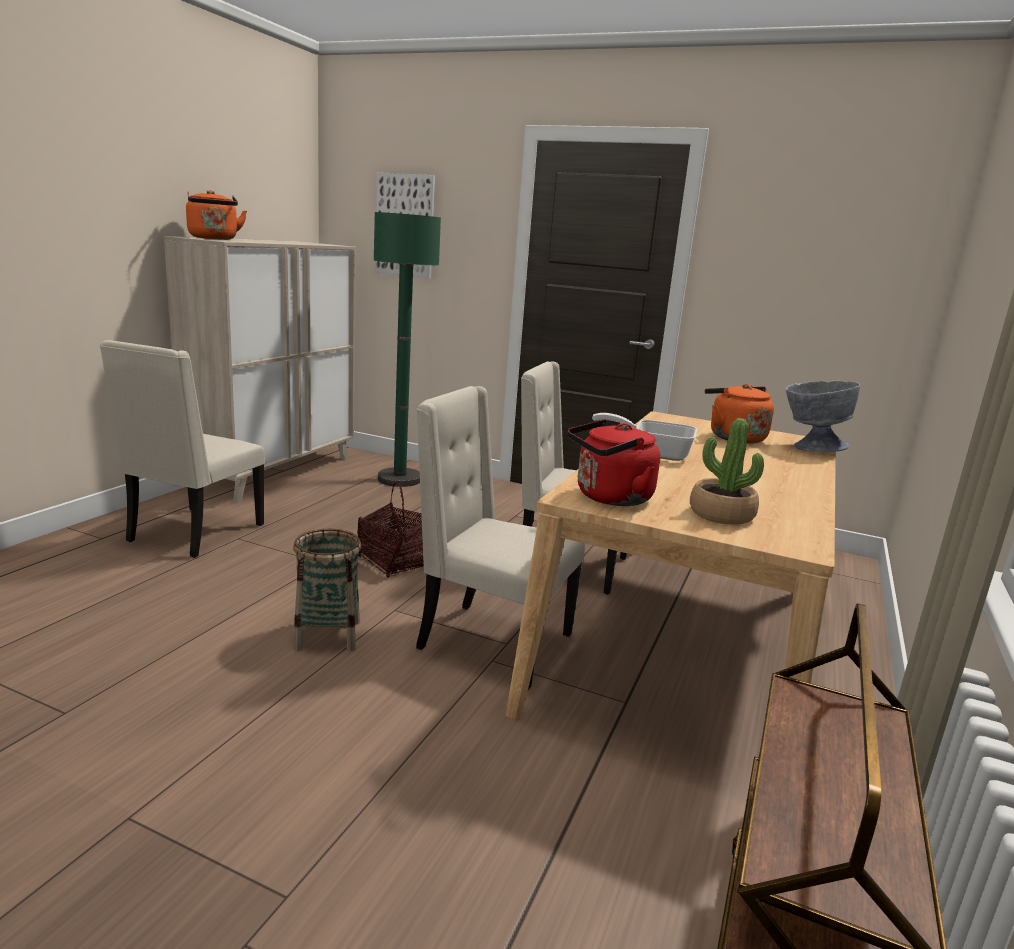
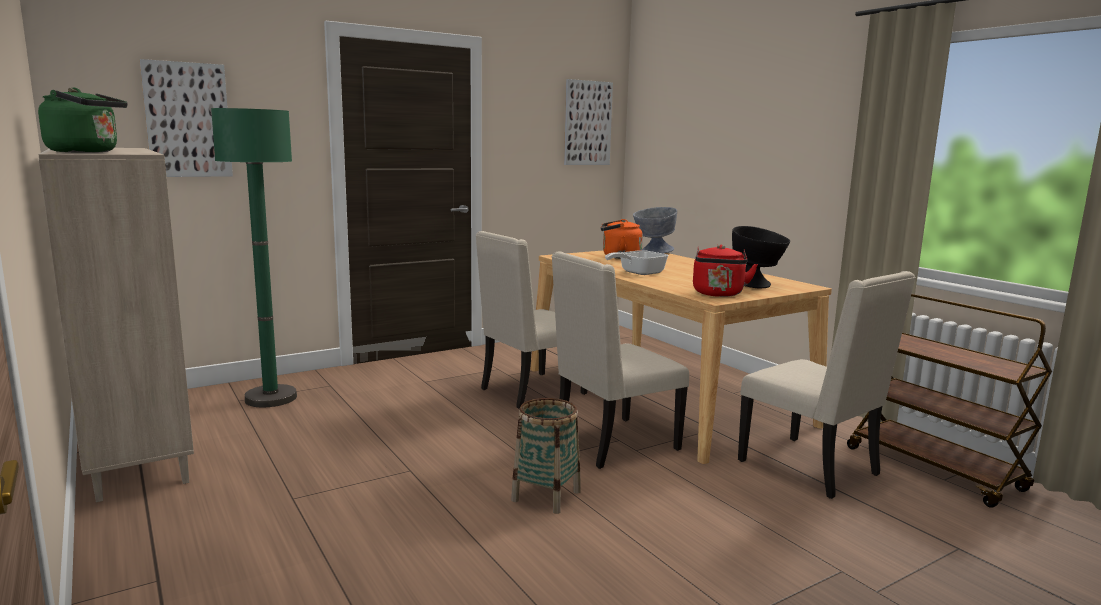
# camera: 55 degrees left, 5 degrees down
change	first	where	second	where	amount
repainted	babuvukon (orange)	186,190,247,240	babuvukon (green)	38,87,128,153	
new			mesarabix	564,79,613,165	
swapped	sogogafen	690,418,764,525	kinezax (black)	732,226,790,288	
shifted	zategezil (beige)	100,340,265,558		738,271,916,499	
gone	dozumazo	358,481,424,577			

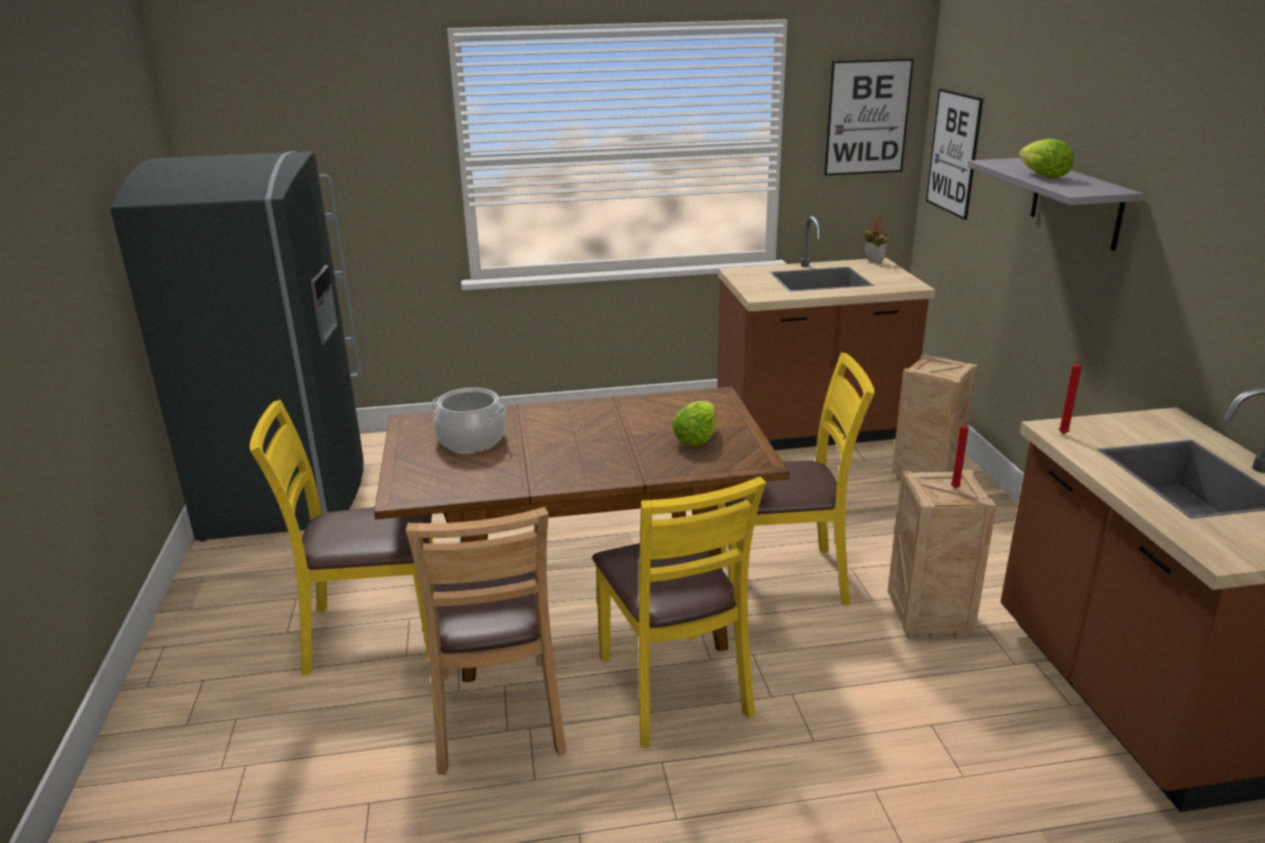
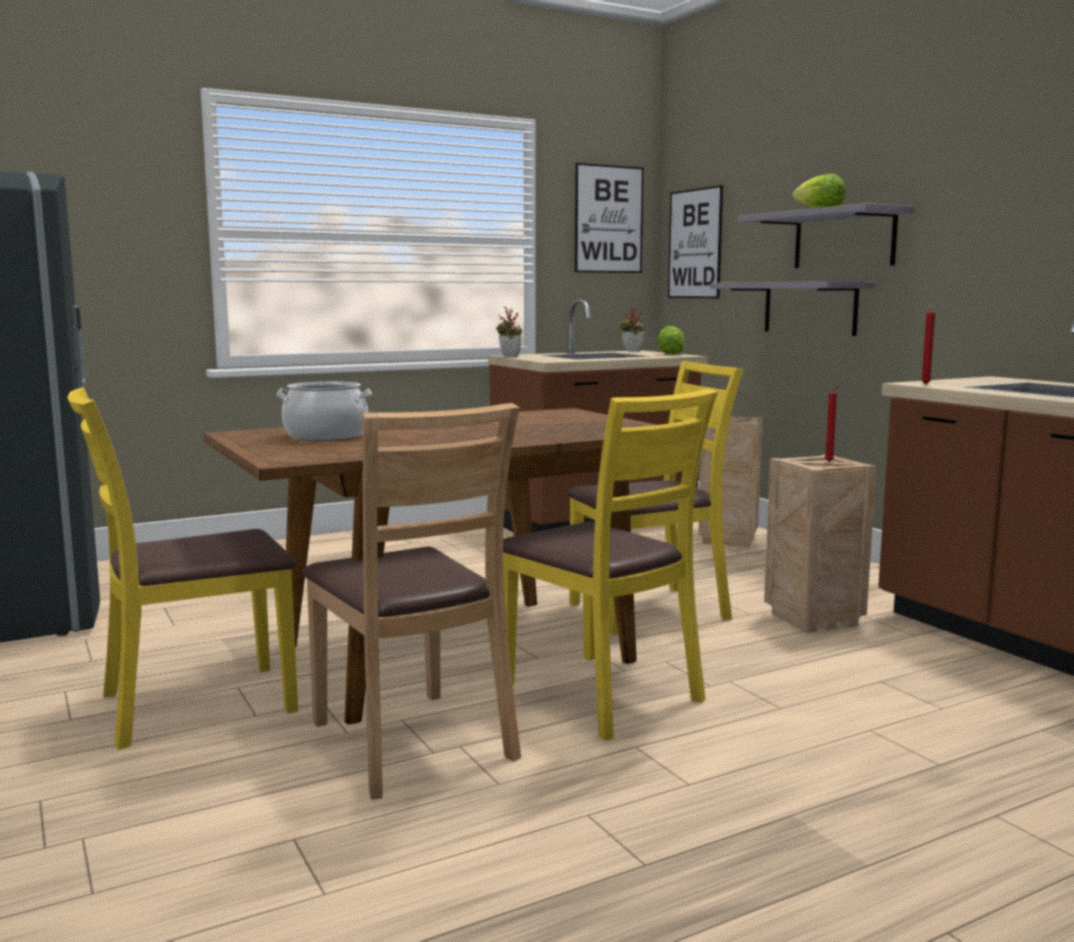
# camera: 20 degrees left, 15 degrees down
change	first	where	second	where	amount
new			sogogafen	496,307,522,357	
shifted	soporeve	672,401,716,446		657,326,685,355	
new			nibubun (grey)	710,281,875,336	

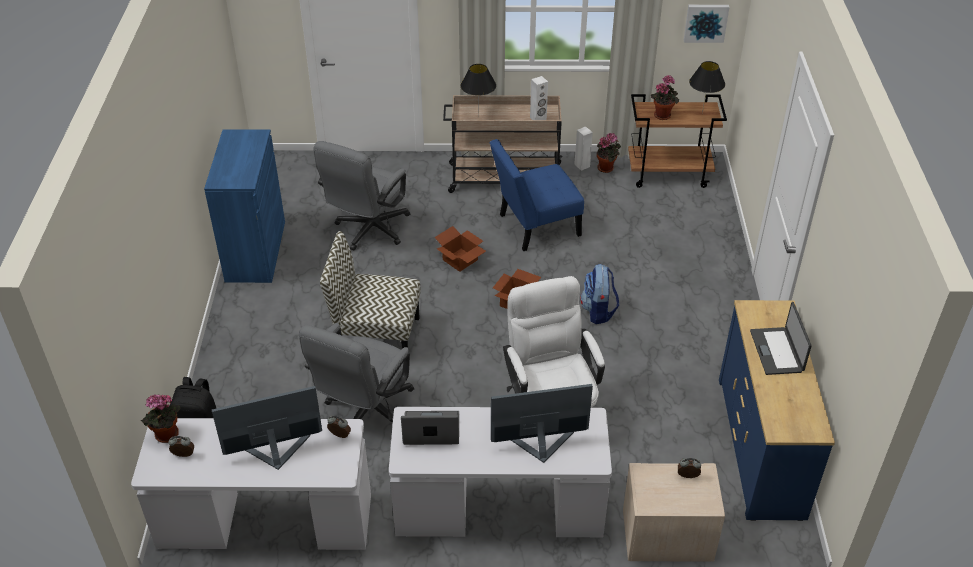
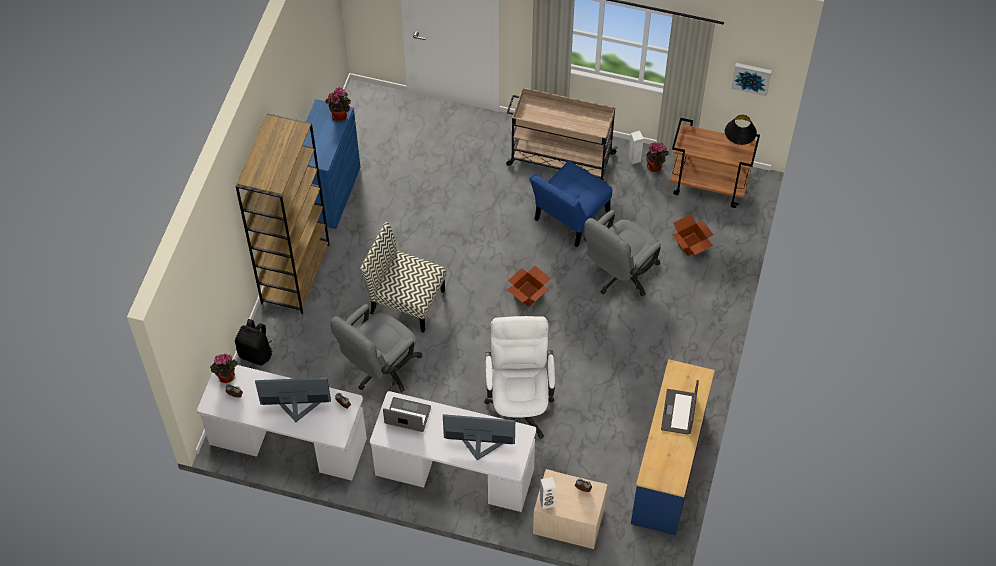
# camera: 15 degrees right, 15 degrees up
change	first	where	second	where	amount
new			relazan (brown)	236,113,330,314	
shifted	sogogafen	651,75,679,120		325,87,351,122	
rotated	zategezil (blue)	490,139,584,251		530,161,612,247	45 degrees counterclockwise
shifted	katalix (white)	530,76,548,120		540,477,556,509	
shifted	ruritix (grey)	314,141,410,251		584,210,661,296	
shifted	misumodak	434,226,486,272		672,215,713,256	
gone	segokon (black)	461,64,496,117			
gone	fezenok	580,264,619,324			

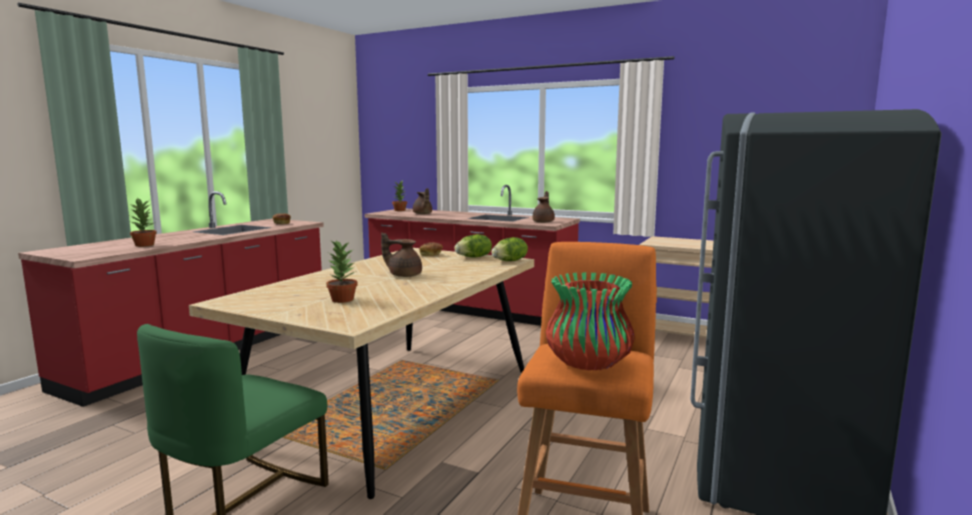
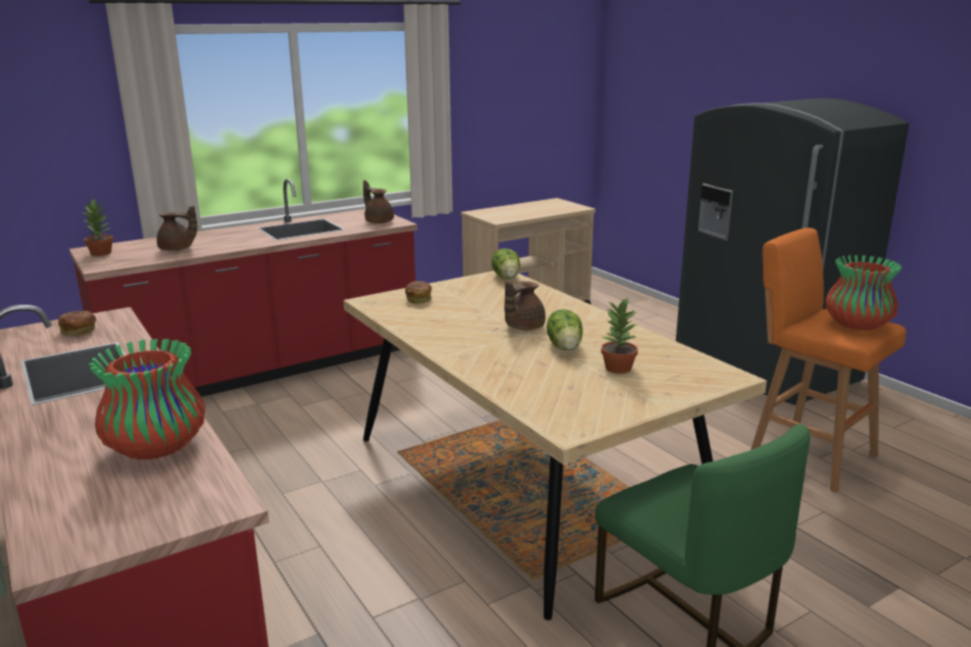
# camera: 60 degrees left, 10 degrees up
change	first	where	second	where	amount
swapped	sogogafen	130,198,157,247	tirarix	89,339,205,460	
shifted	soporeve	455,234,492,257		547,309,583,350	

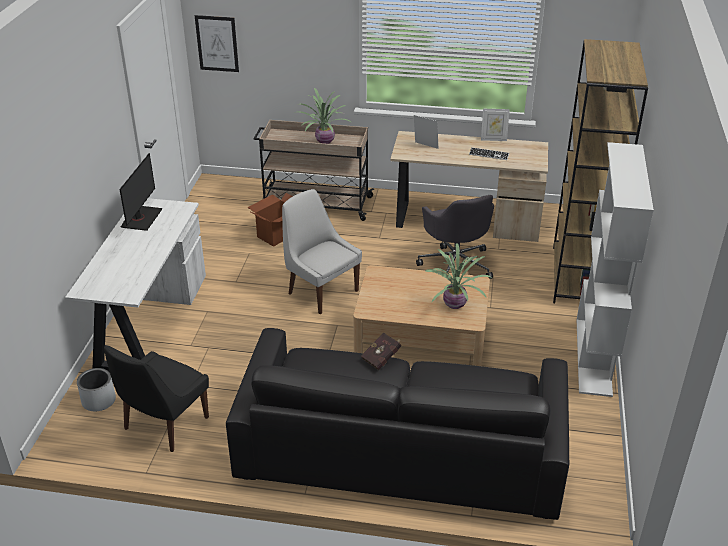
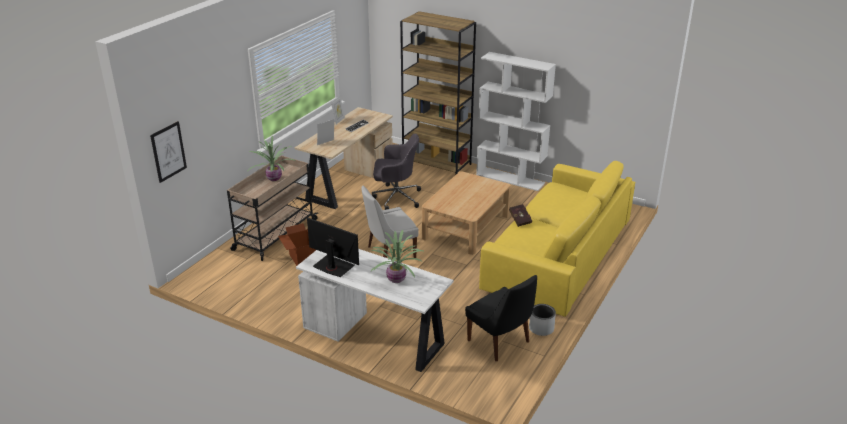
# camera: 70 degrees left, 5 degrees down
change	first	where	second	where	amount
shifted	sogogafen	425,244,492,309		370,230,425,283	
repainted	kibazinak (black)	226,328,569,520	kibazinak (yellow)	479,161,635,317	
shifted	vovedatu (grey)	77,368,116,411		529,304,556,336	

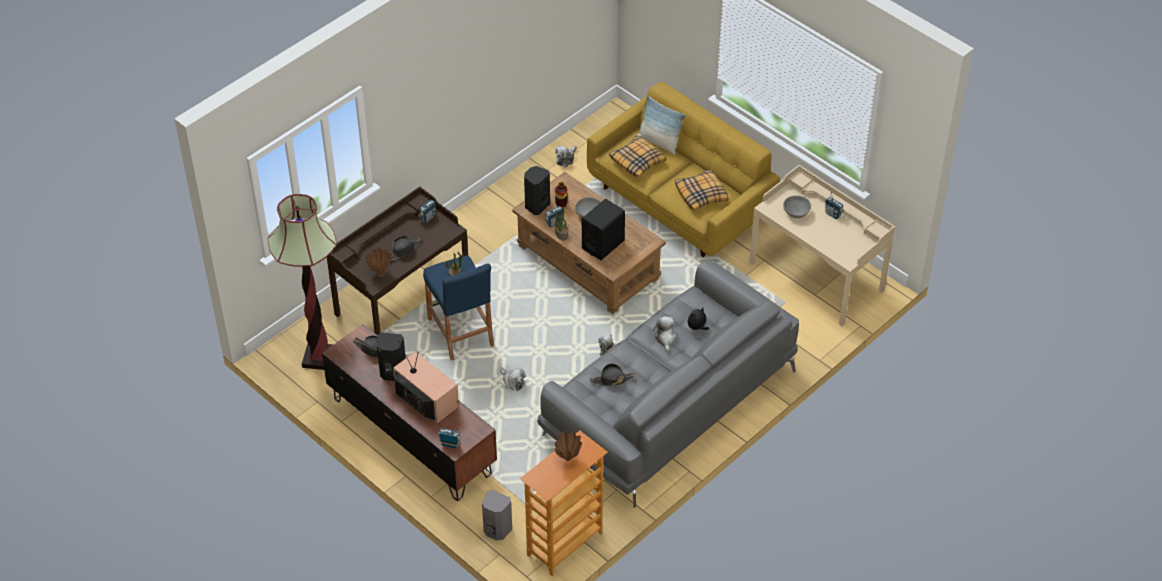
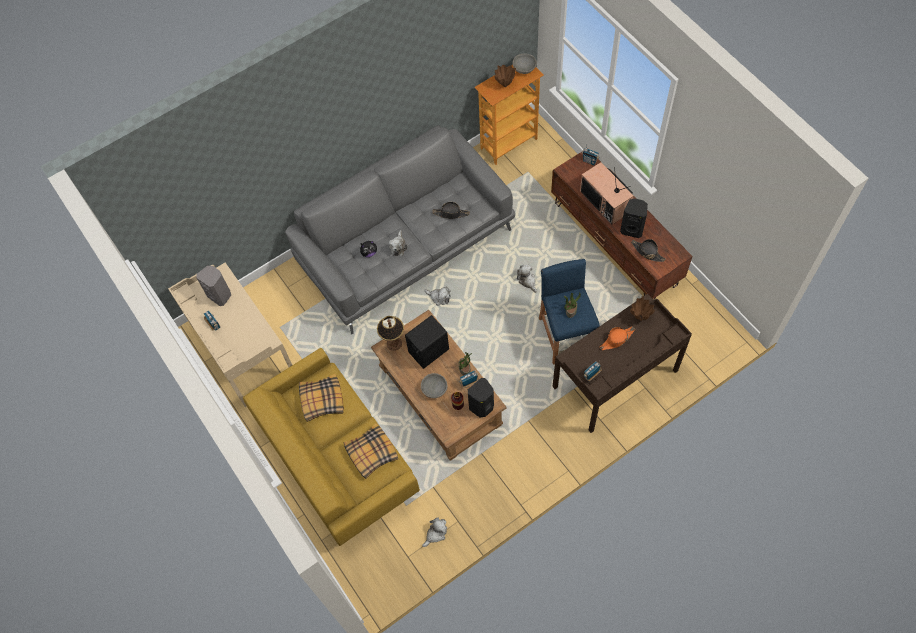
# camera: 165 degrees left, 15 degrees up
change	first	where	second	where	amount
shifted	katalix (grey)	482,490,512,540		196,266,231,306	
new			segokon	377,316,404,351	
shifted	kinezax (grey)	783,196,811,218		513,53,537,74	
repainted	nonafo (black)	391,236,422,260	nonafo (orange)	599,326,635,350	
gone	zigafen	268,194,337,370			
gone	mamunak	637,96,686,155			

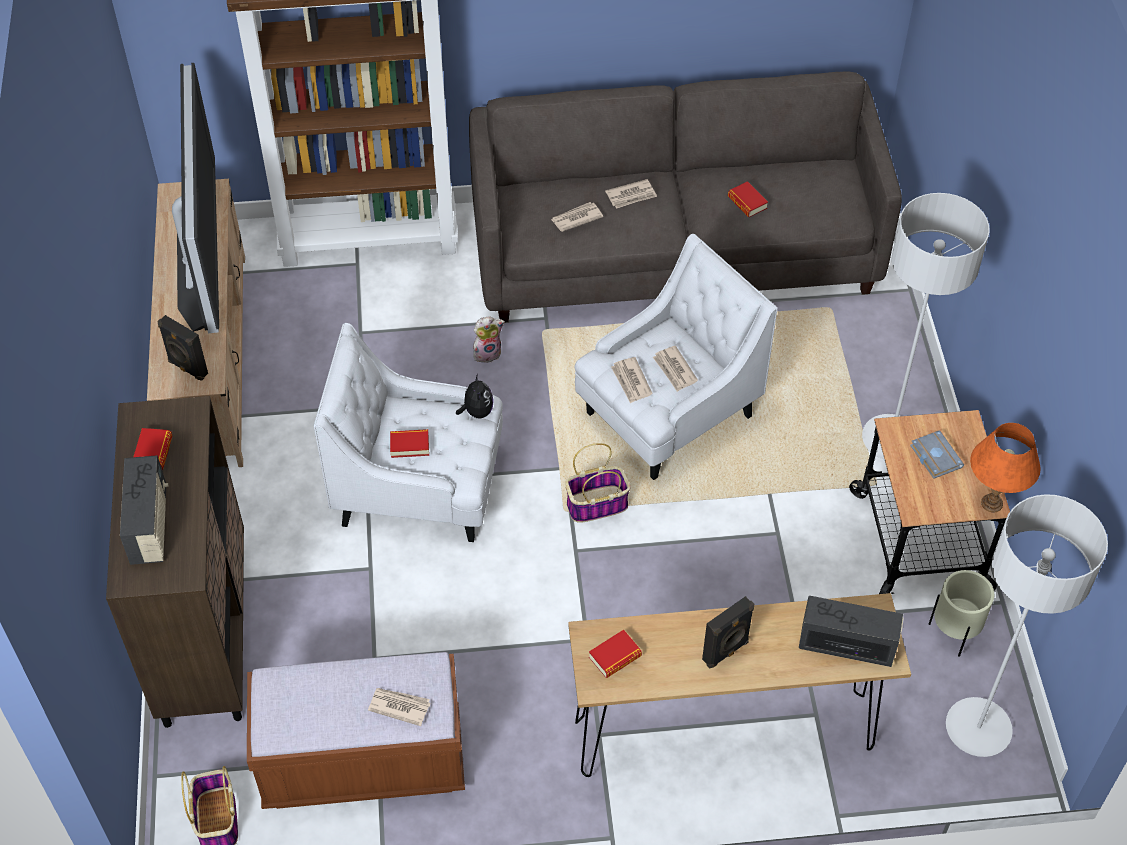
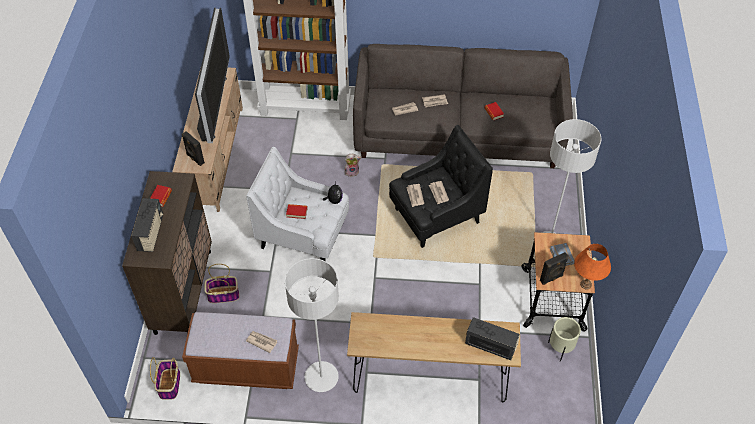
# camera: 10 degrees right, 0 degrees up
change	first	where	second	where	amount
shifted	dozumazo	565,443,631,523		204,264,239,303	
shifted	zigafen (grey)	946,494,1108,757		285,258,339,392	
repainted	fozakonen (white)	574,234,777,480	fozakonen (black)	389,125,493,248	
shifted	katalix (black)	702,596,754,668		540,252,569,285	
gone	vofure	589,630,642,678			

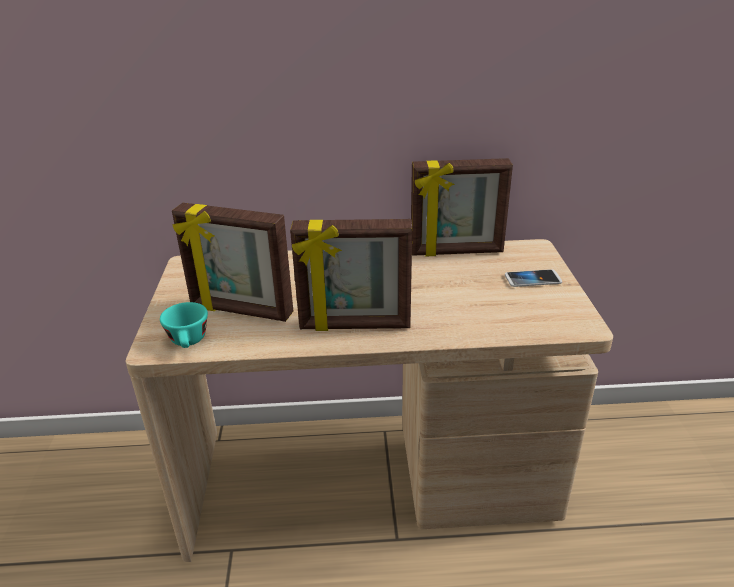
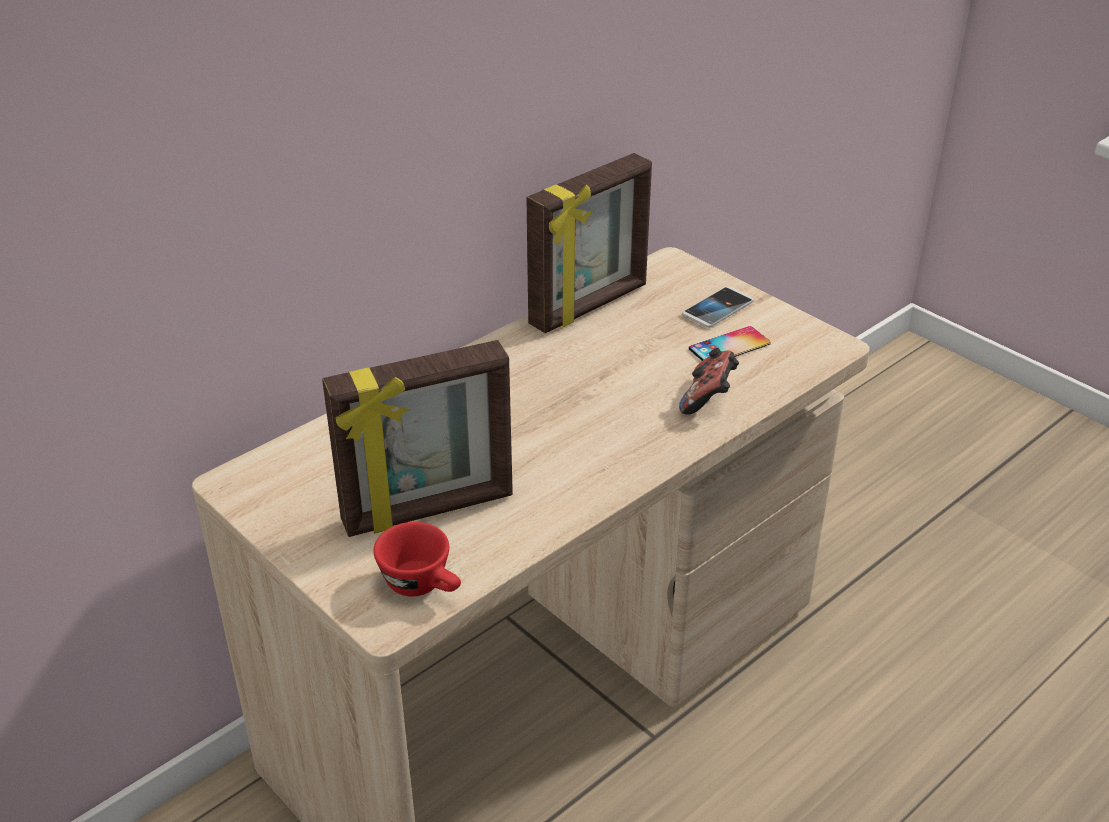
# camera: 40 degrees left, 5 degrees up
change	first	where	second	where	amount
repainted	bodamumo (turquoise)	160,302,208,348	bodamumo (red)	373,522,461,597	
new			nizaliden	679,348,739,415	
new			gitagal	689,326,771,361	
gone	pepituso	290,219,412,331			

